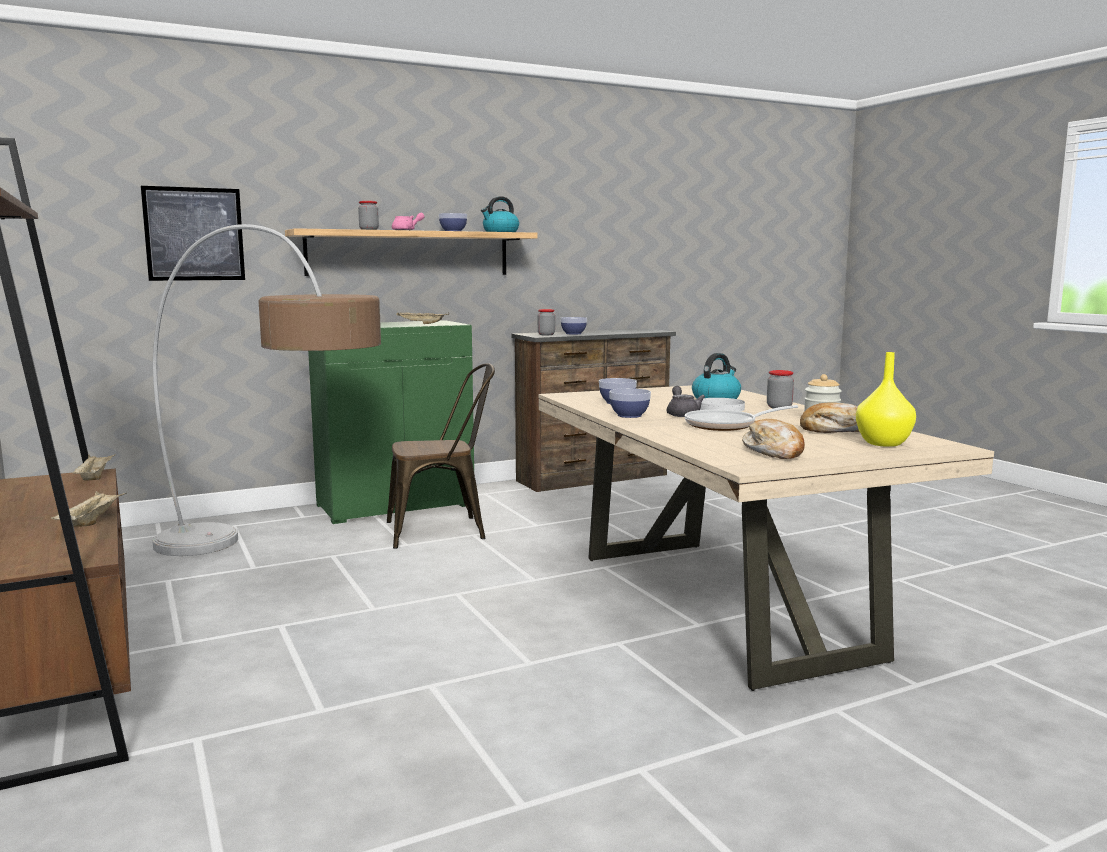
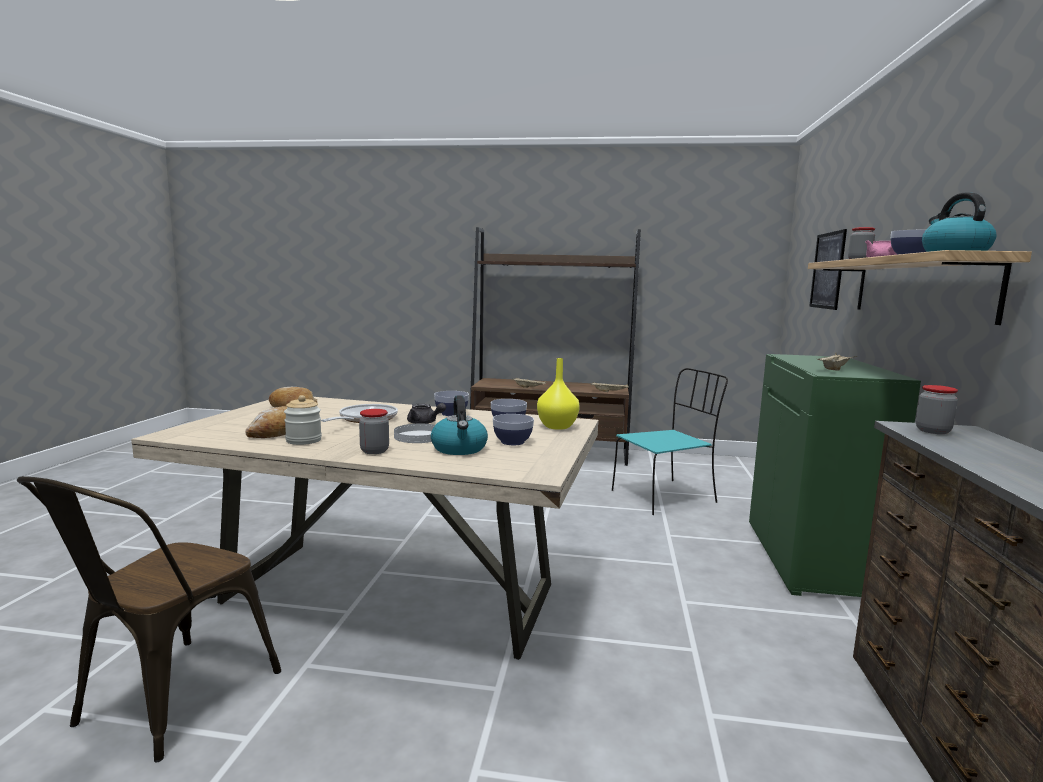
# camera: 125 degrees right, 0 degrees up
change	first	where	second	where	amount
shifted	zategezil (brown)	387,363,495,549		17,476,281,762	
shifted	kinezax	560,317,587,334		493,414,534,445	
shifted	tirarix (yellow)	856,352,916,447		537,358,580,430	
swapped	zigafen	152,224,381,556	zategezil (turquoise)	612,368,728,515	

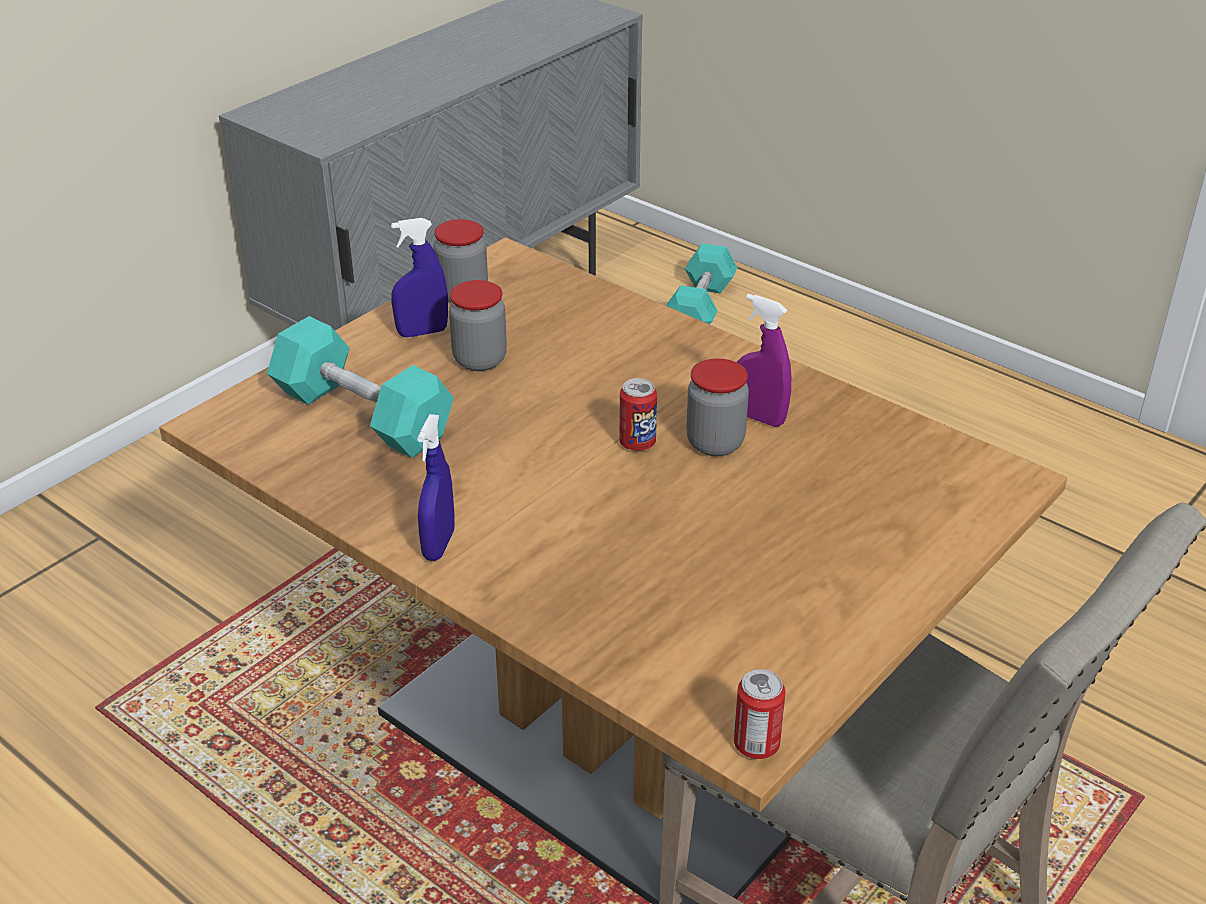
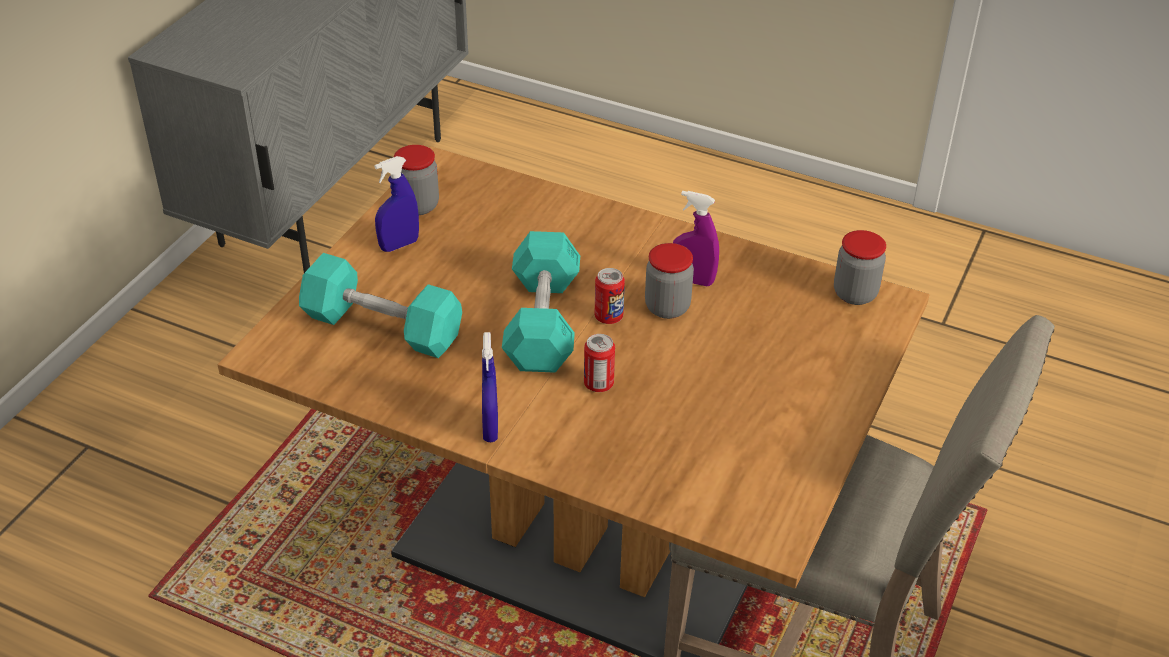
# camera: 15 degrees left, 5 degrees up
change	first	where	second	where	amount
shifted	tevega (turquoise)	666,243,738,324		502,231,580,373	
shifted	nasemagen	734,669,785,759		584,334,615,392	
shifted	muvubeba	449,280,507,371		834,230,886,305	

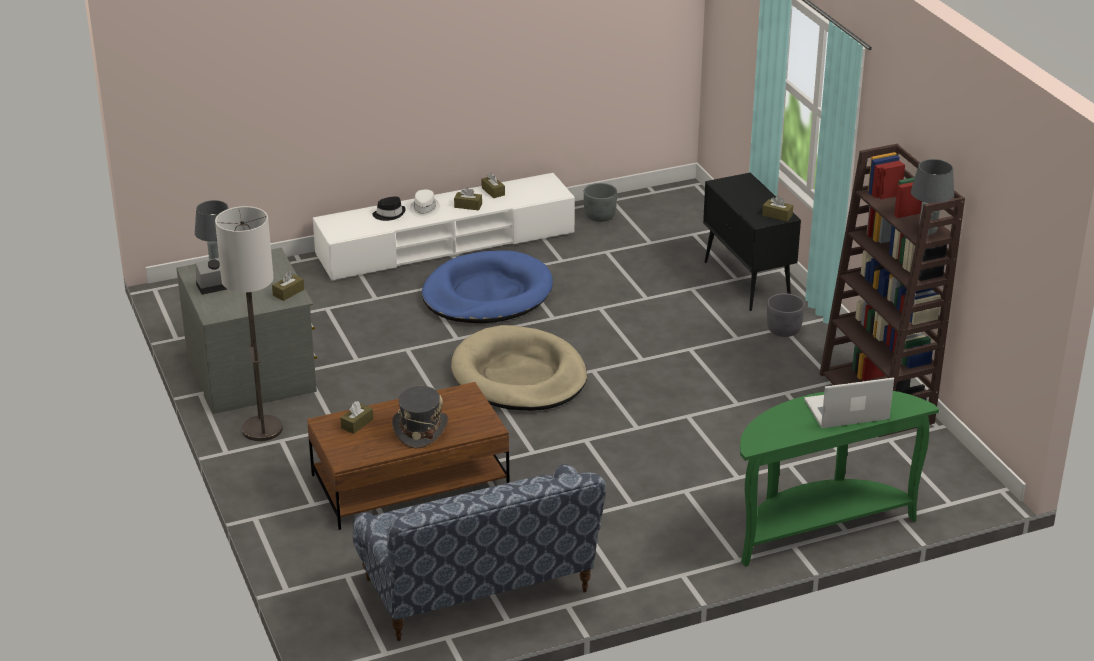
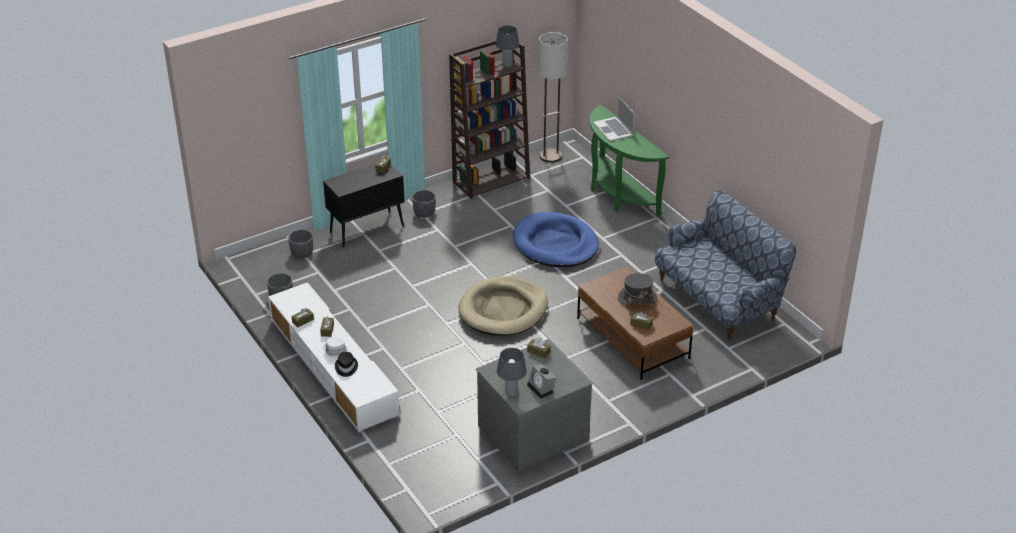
# camera: 100 degrees left, 5 degrees up
change	first	where	second	where	amount
new			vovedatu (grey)	288,230,313,259	
shifted	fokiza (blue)	422,251,553,323		513,212,599,267	
shifted	zigafen	215,206,283,441		539,32,568,162	

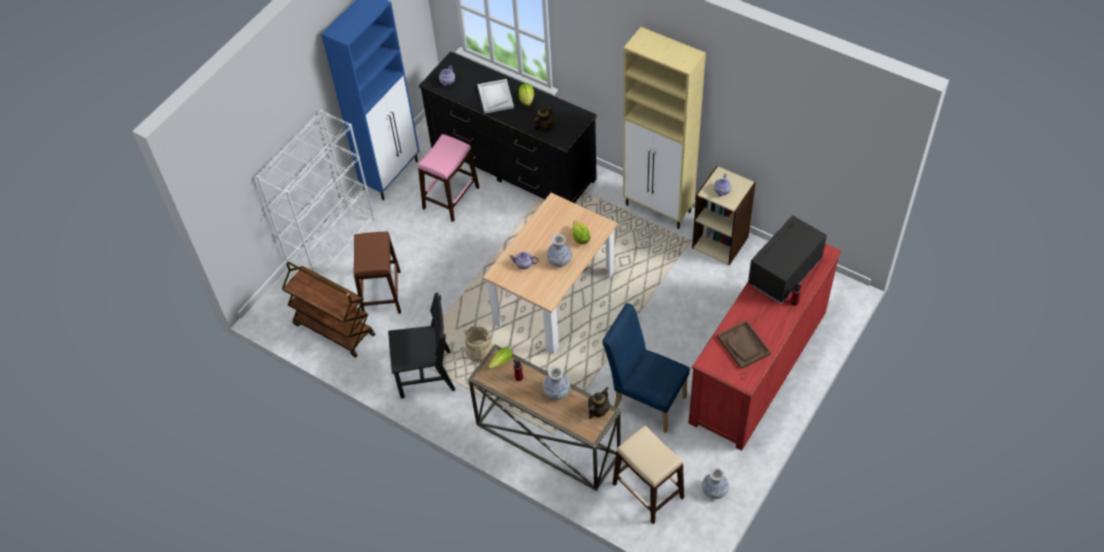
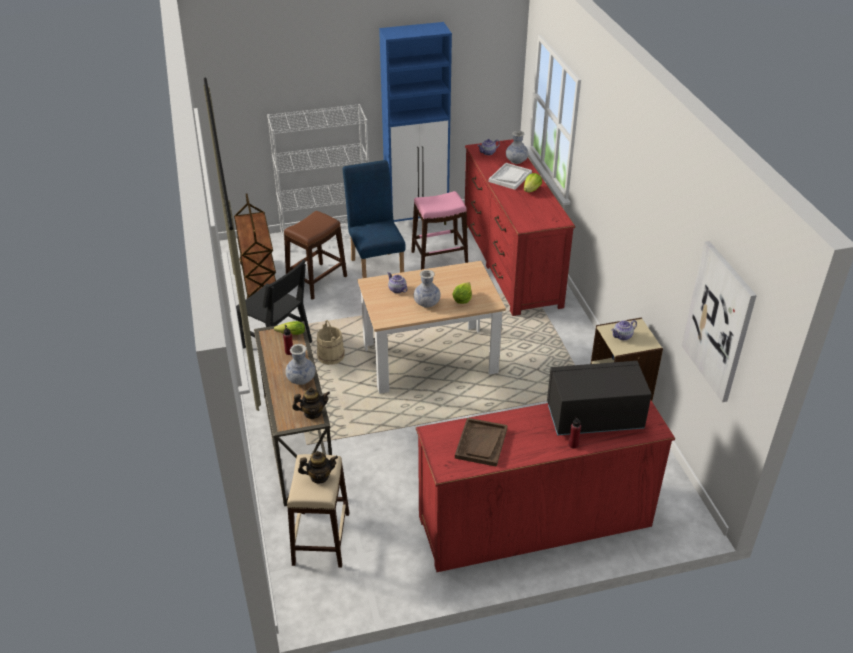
# camera: 40 degrees right, 15 degrees down
change	first	where	second	where	amount
shifted	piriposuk	534,105,553,131		298,451,338,484	
shifted	zategezil (blue)	602,303,690,433		342,160,405,278	
repainted	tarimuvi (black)	419,51,597,203	tarimuvi (red)	465,139,575,316	
shifted	tirarix	702,467,729,499		506,131,528,164	
new			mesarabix	681,241,757,402	
gone	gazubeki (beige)	623,27,706,229			

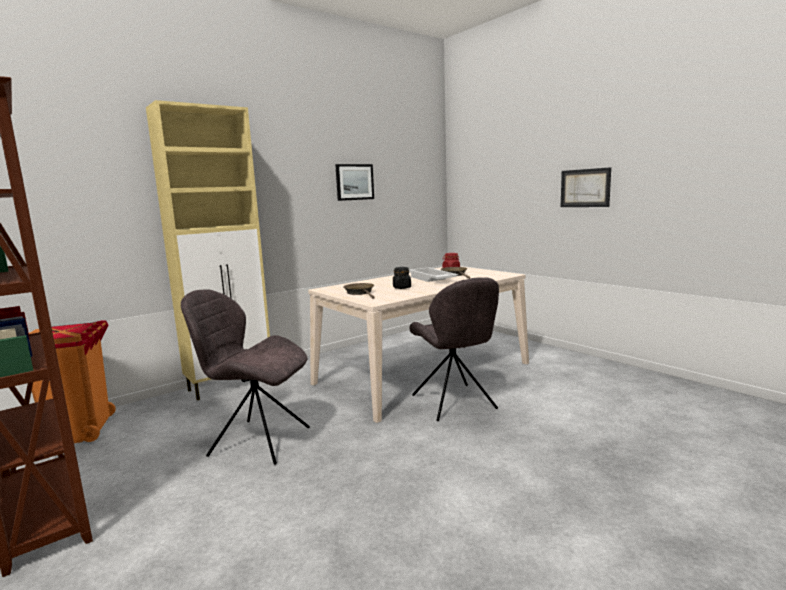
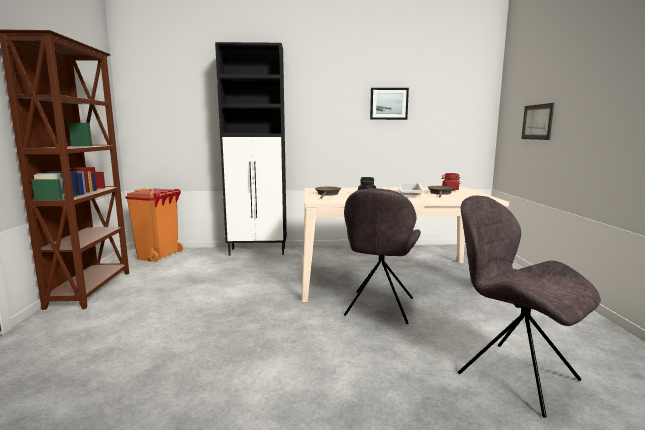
# camera: 35 degrees right, 0 degrees up
change	first	where	second	where	amount
repainted	gazubeki (beige)	146,100,270,400	gazubeki (black)	215,42,287,256	
shifted	zategezil (grey)	181,289,310,465		458,196,601,418	
shifted	mesarabix	561,167,611,207		521,103,554,140	

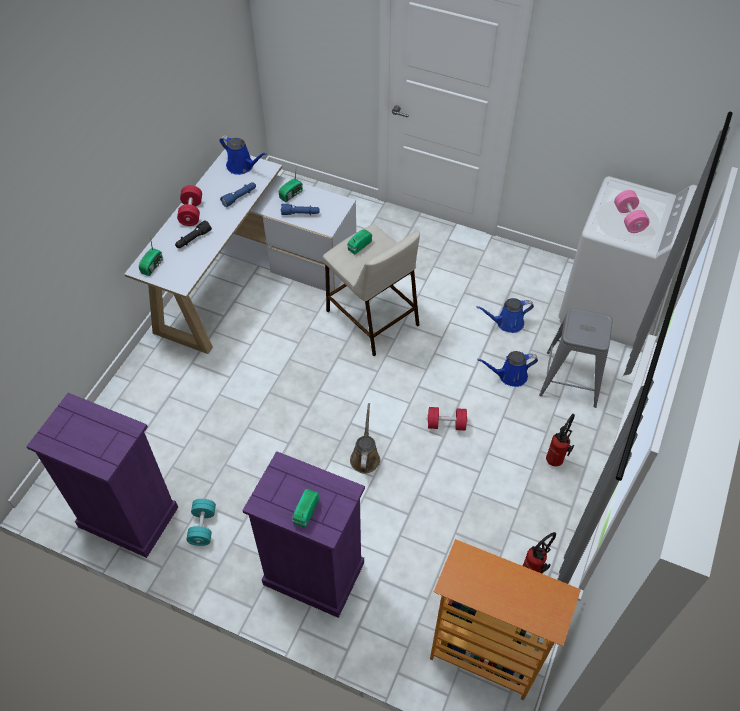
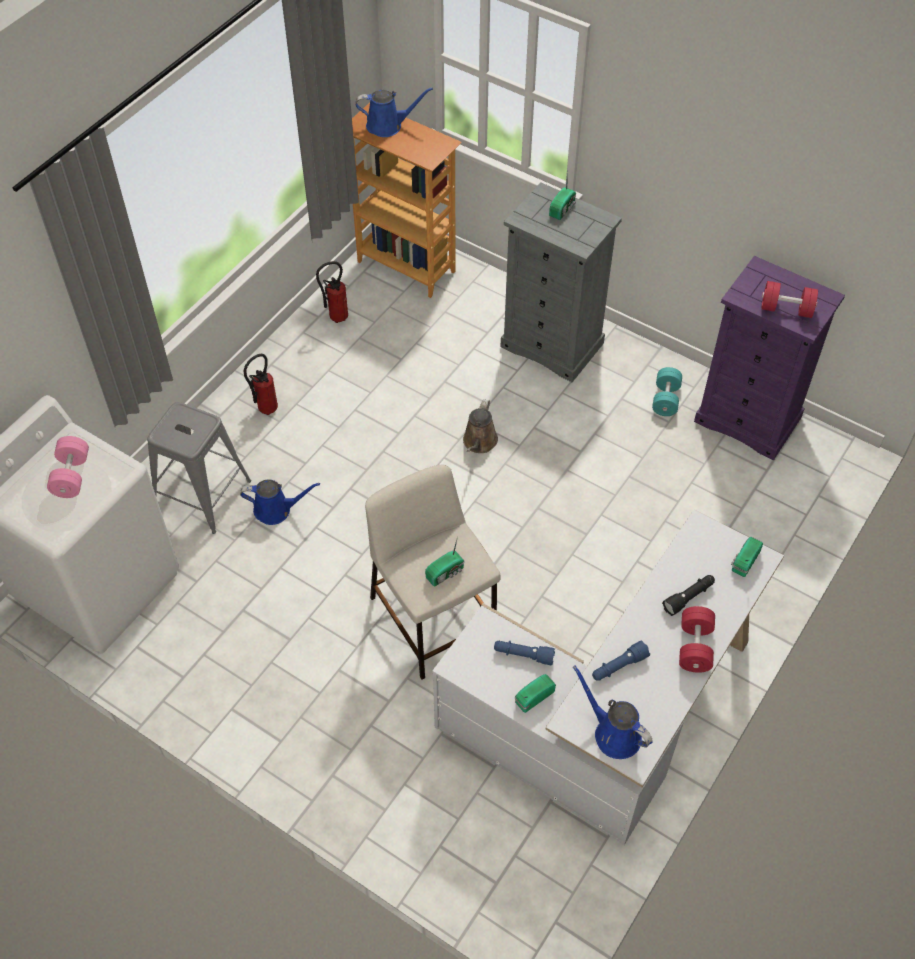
# camera: 170 degrees left, 0 degrees up
change	first	where	second	where	amount
shifted	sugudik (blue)	477,298,534,333		356,87,433,137	
repainted	tarimuvi (purple)	242,451,365,618	tarimuvi (grey)	501,182,622,382	
shifted	tevega (red)	427,407,468,431		761,281,818,318	

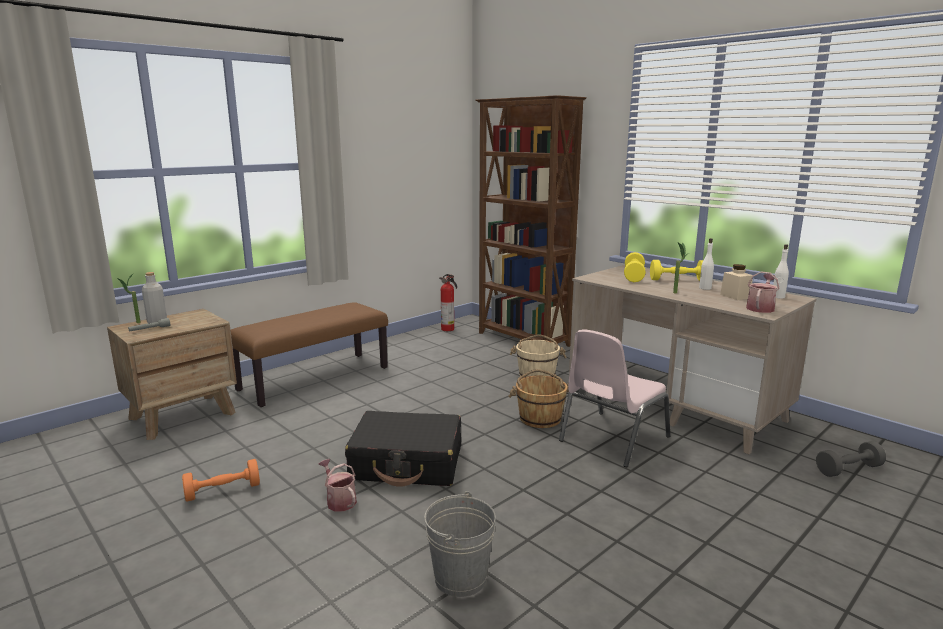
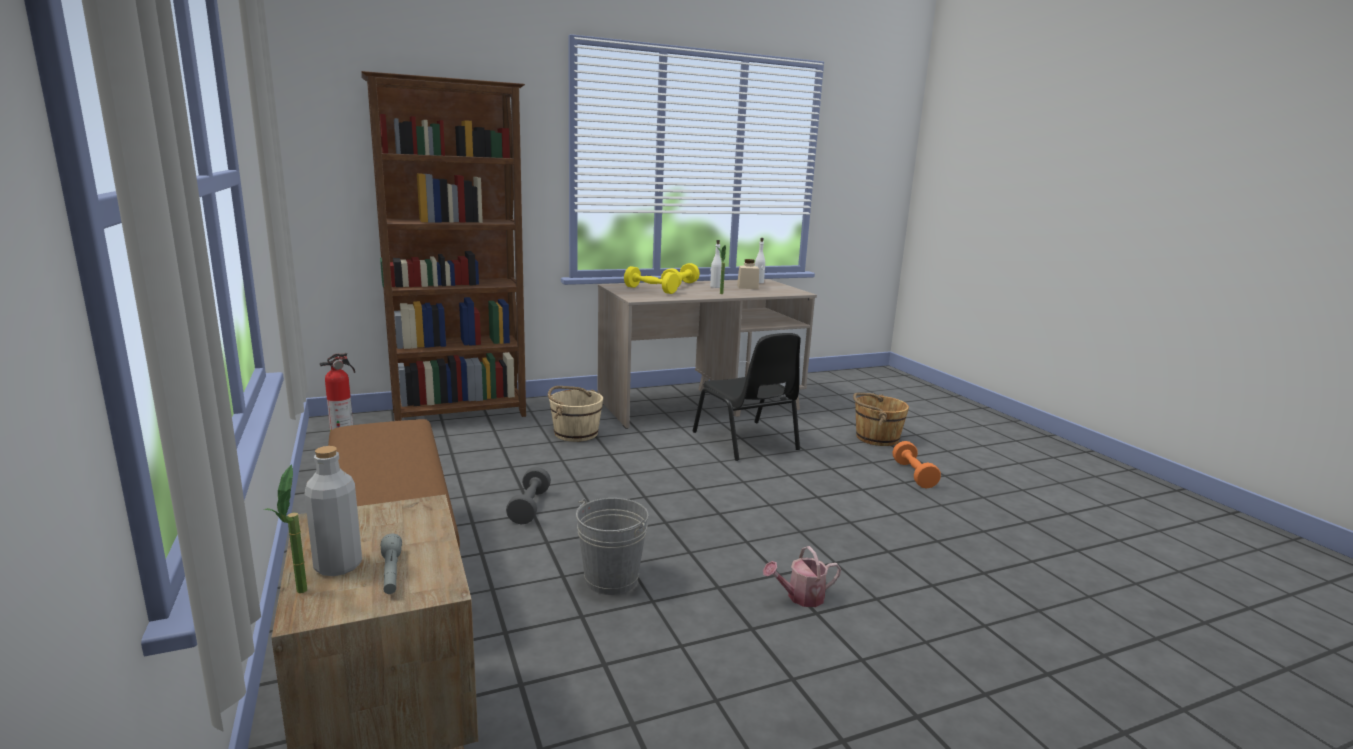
# camera: 70 degrees left, 0 degrees up
change	first	where	second	where	amount
shifted	tevega (grey)	816,441,886,477		506,467,551,524	
shifted	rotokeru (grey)	424,491,496,597		576,498,648,595	
repainted	zategezil (pink)	559,329,670,467	zategezil (black)	693,333,801,461	
shifted	rotokeru (brown)	508,369,574,428		853,393,909,446	
shifted	tevega (orange)	182,459,260,502		893,441,941,489	
gone	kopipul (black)	345,411,461,487			
gone	sugudik	746,271,779,313			

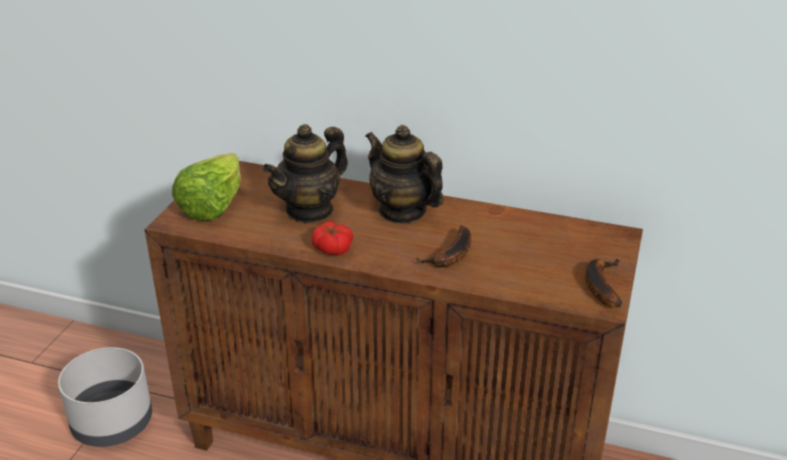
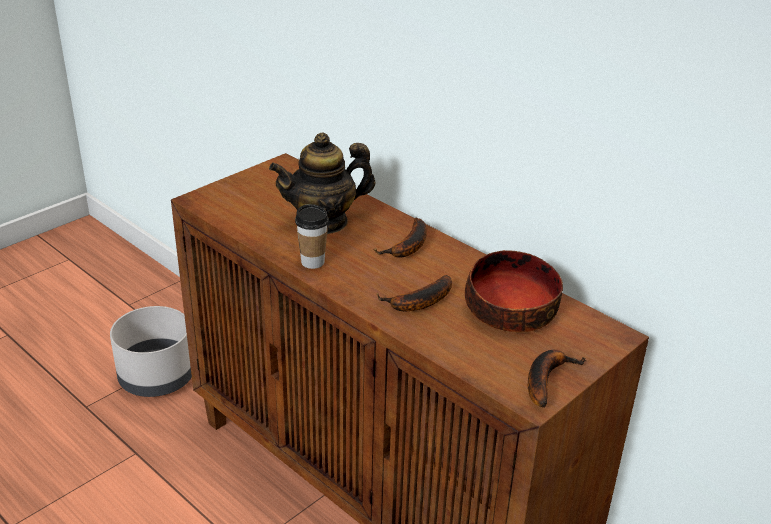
# camera: 25 degrees right, 0 degrees up
change	first	where	second	where	amount
swapped	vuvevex	312,221,353,255	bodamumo	295,204,329,269	
swapped	piriposuk	365,125,444,224	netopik	374,218,427,258	
new			kinezax	465,250,563,333	
gone	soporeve	172,153,241,221			

